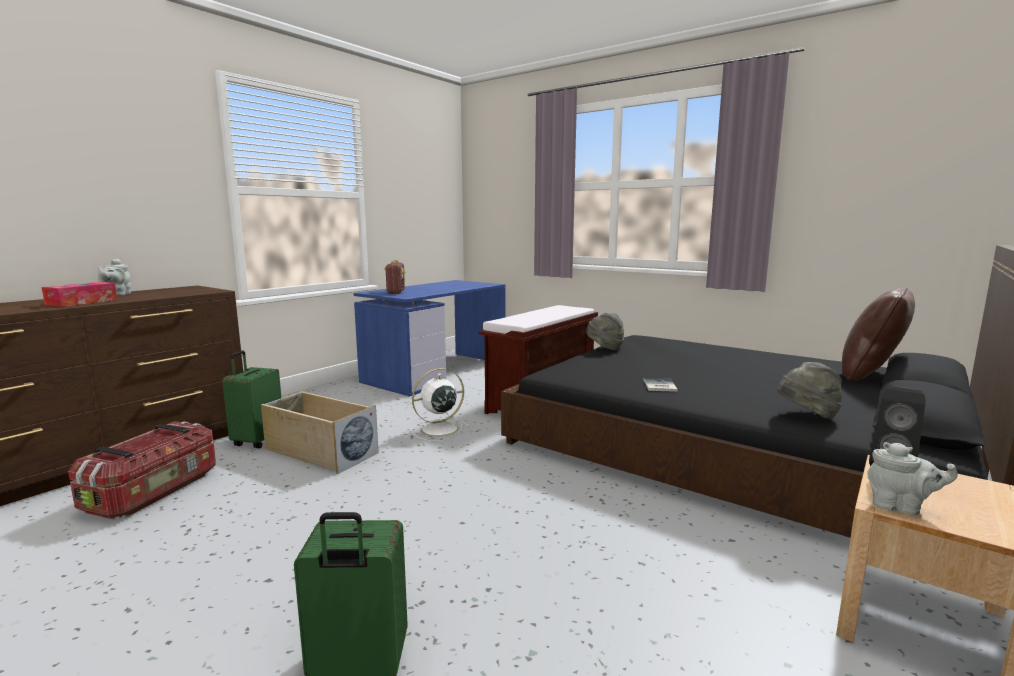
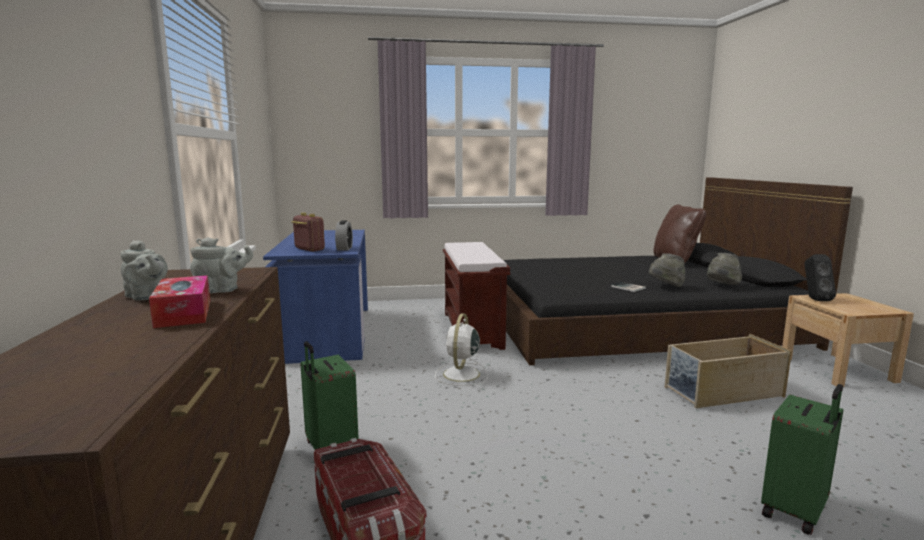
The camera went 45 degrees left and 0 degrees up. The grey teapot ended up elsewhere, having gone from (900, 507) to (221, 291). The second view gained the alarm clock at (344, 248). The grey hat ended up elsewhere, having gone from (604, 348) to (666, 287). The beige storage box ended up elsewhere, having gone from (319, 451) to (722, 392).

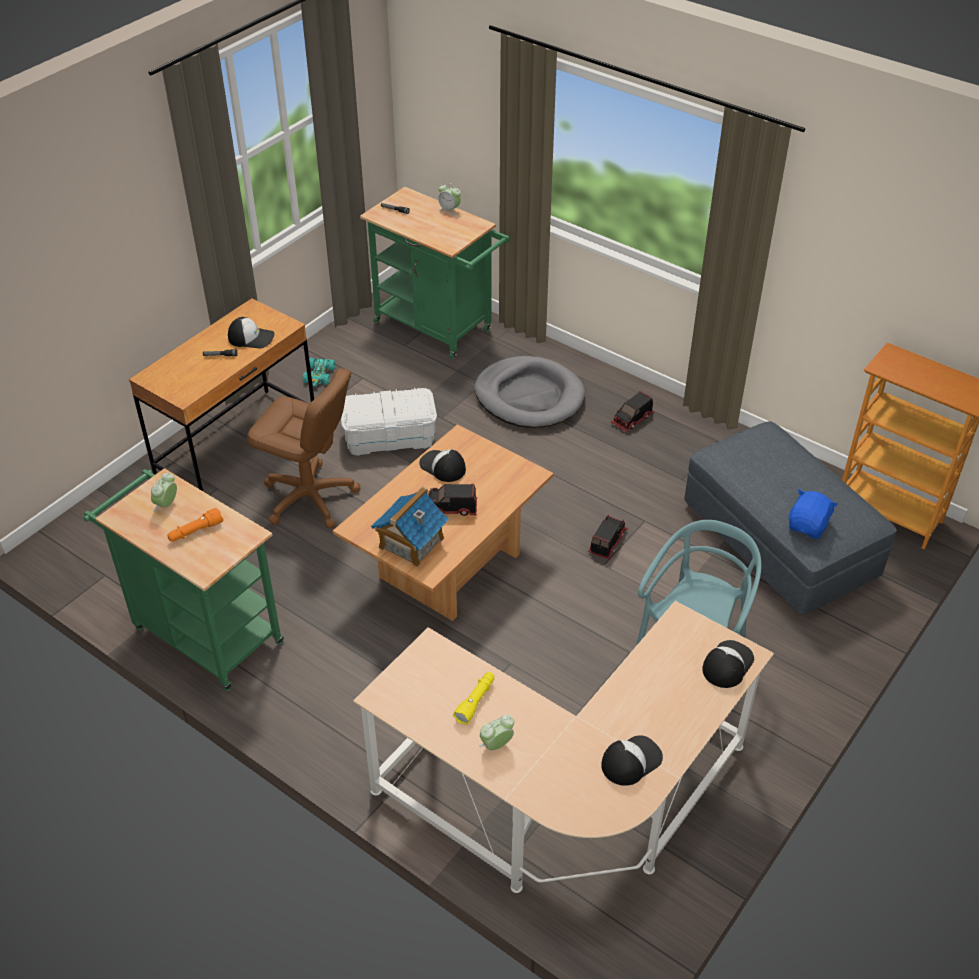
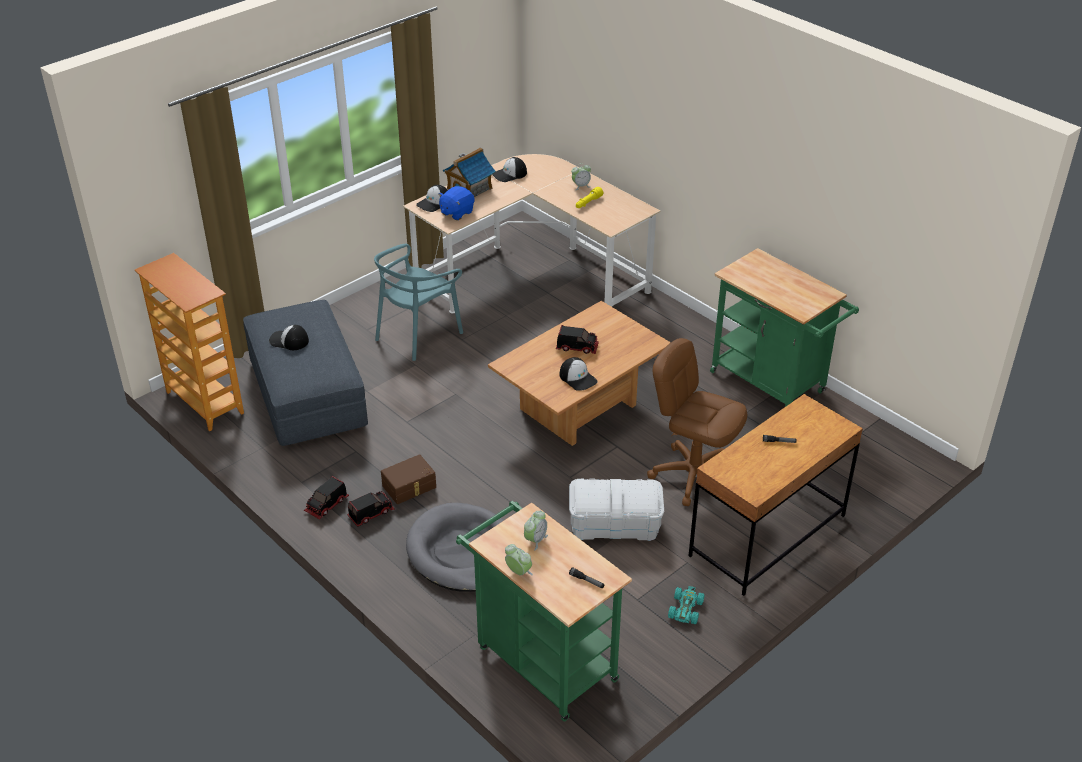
The camera went 170 degrees left and 5 degrees down. The cap ended up elsewhere, having gone from (251, 337) to (289, 341). The toy truck ended up elsewhere, having gone from (606, 541) to (327, 505). The second view gained the brown storage box at (410, 487). The blue plush toy ended up elsewhere, having gone from (808, 526) to (456, 212). The toy house ended up elsewhere, having gone from (411, 543) to (470, 188). The alarm clock ended up elsewhere, having gone from (167, 504) to (535, 540). The second view lost the orange flashlight at (195, 531).

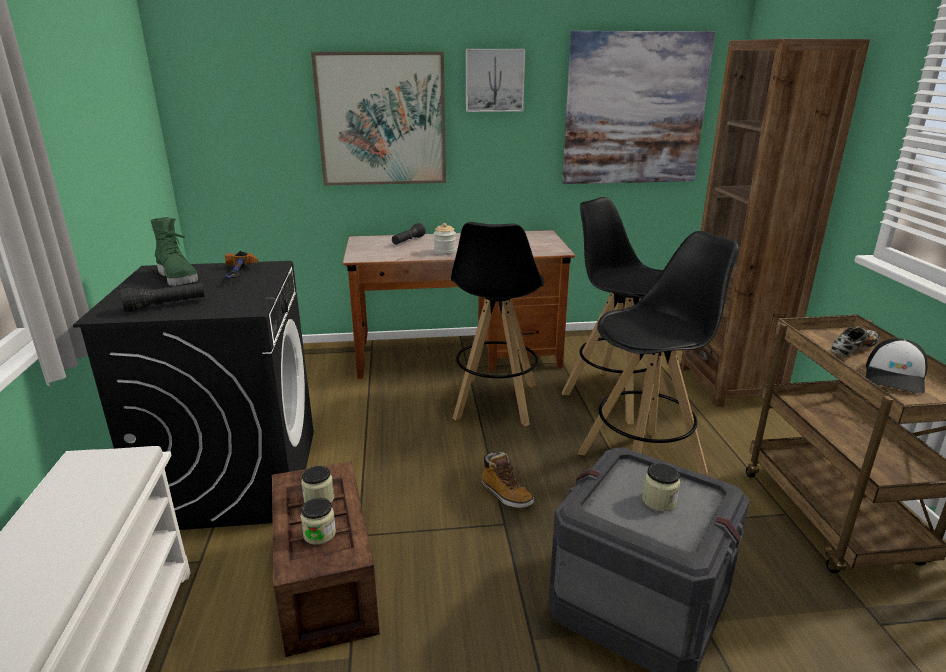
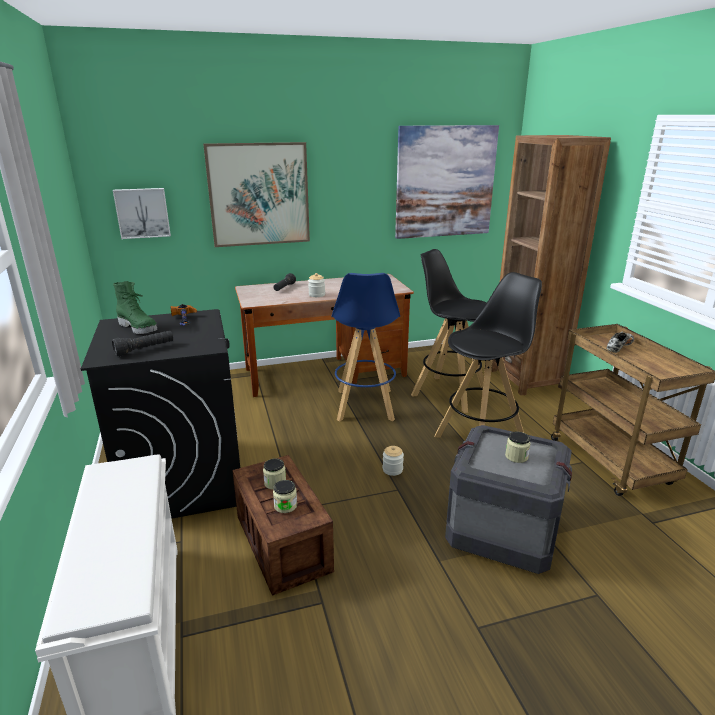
The camera went 10 degrees left and 0 degrees up. The picture ended up elsewhere, having gone from (494, 80) to (142, 213). What was the black stool at (495, 402) turned into the blue stool at (364, 405). Where the boot stood at (505, 494), the jar came to stand at (392, 469). The second view lost the cap at (895, 377).

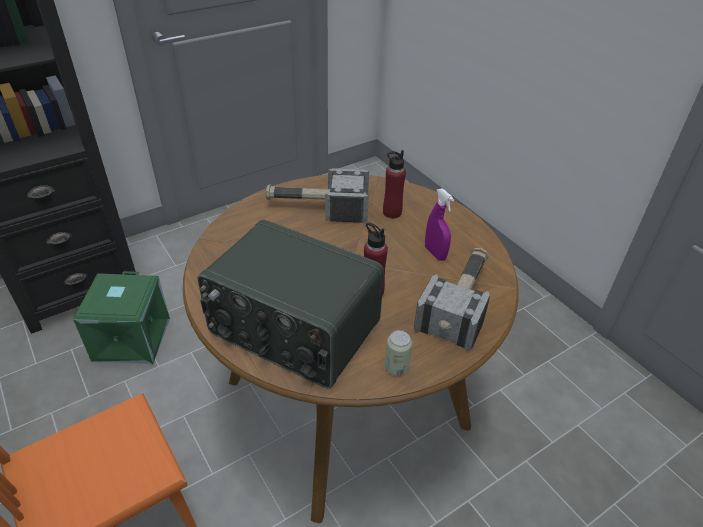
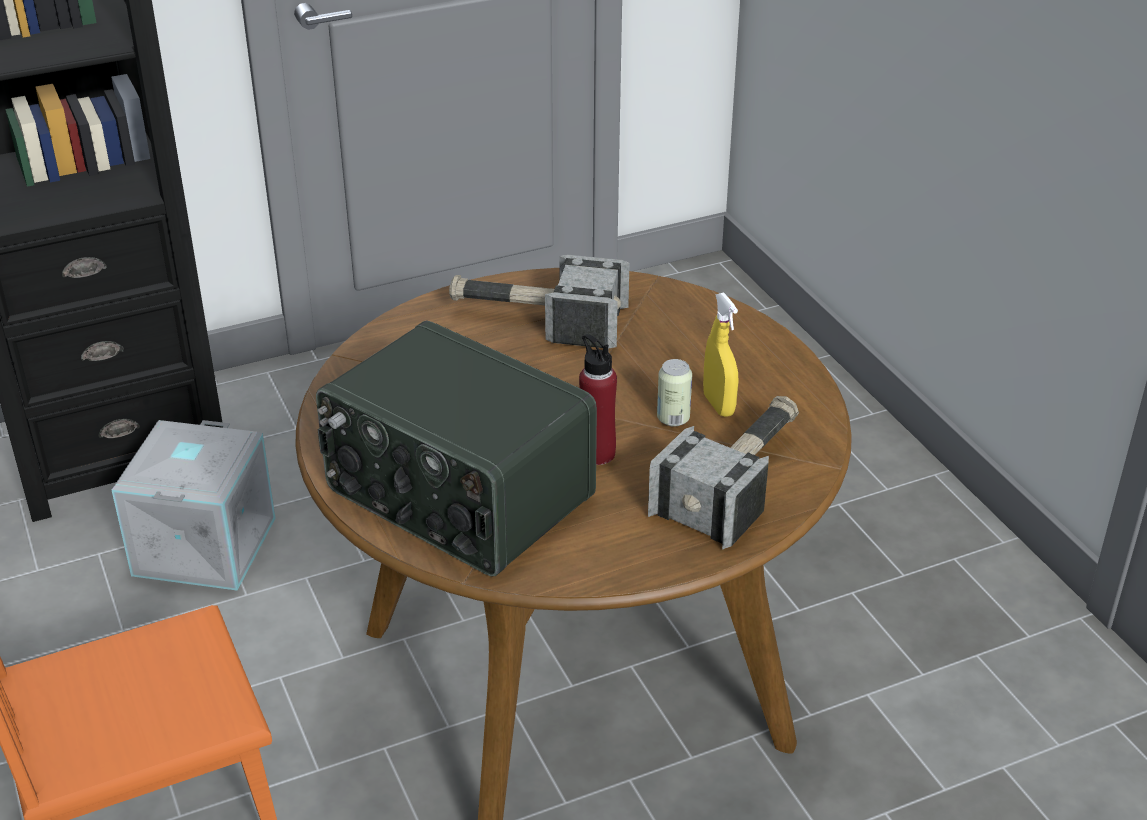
The camera went 10 degrees right and 5 degrees down. What was the green storage box at (130, 338) turned into the grey storage box at (202, 545). The can ended up elsewhere, having gone from (396, 367) to (673, 419). What was the purple spray bottle at (435, 253) turned into the yellow spray bottle at (718, 405). The second view lost the red bottle at (392, 212).

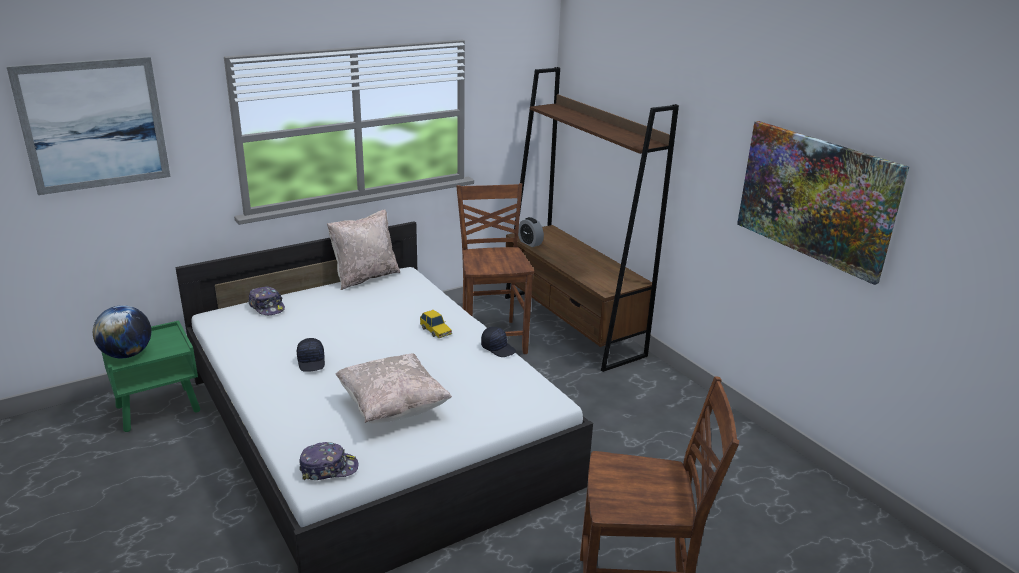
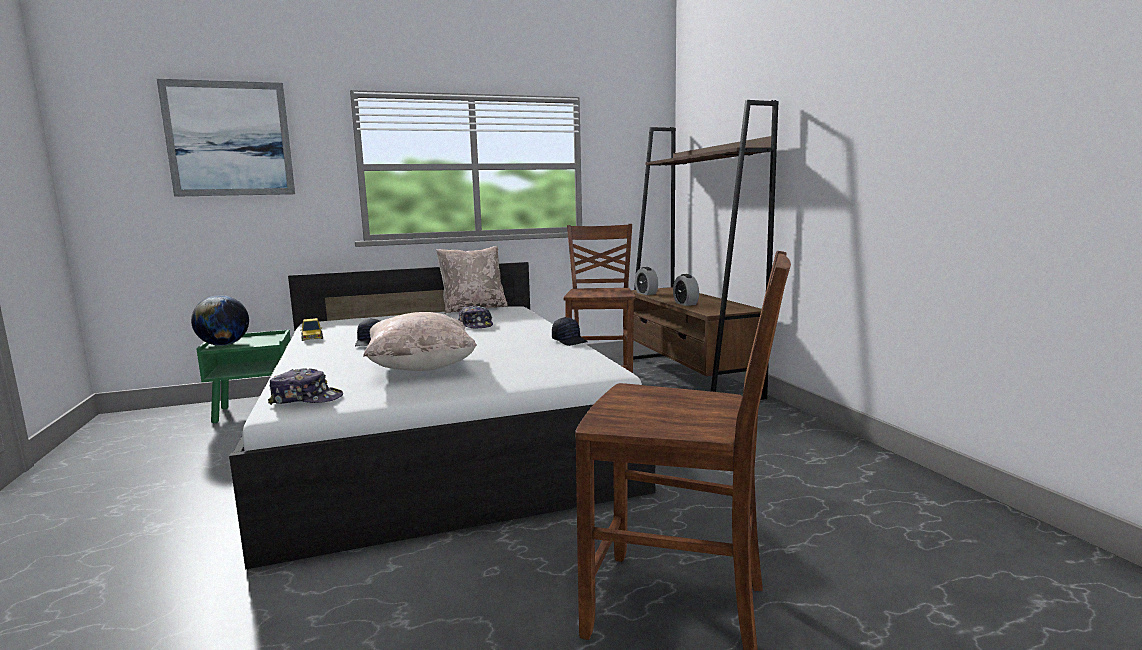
The camera went 15 degrees right and 15 degrees down. The toy car ended up elsewhere, having gone from (436, 330) to (312, 338). The cap ended up elsewhere, having gone from (267, 307) to (476, 325). The second view gained the alarm clock at (685, 303). The second view lost the picture at (815, 198).

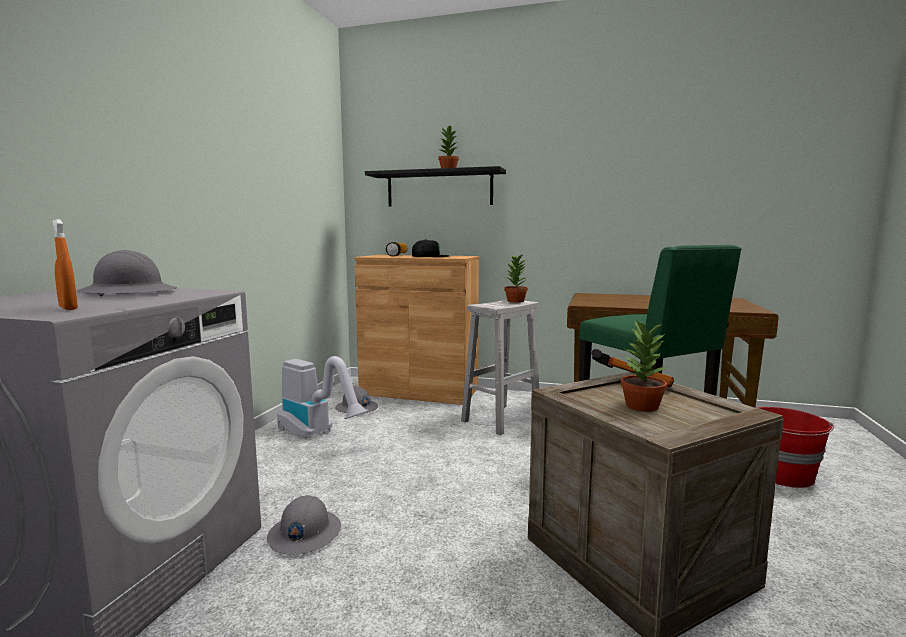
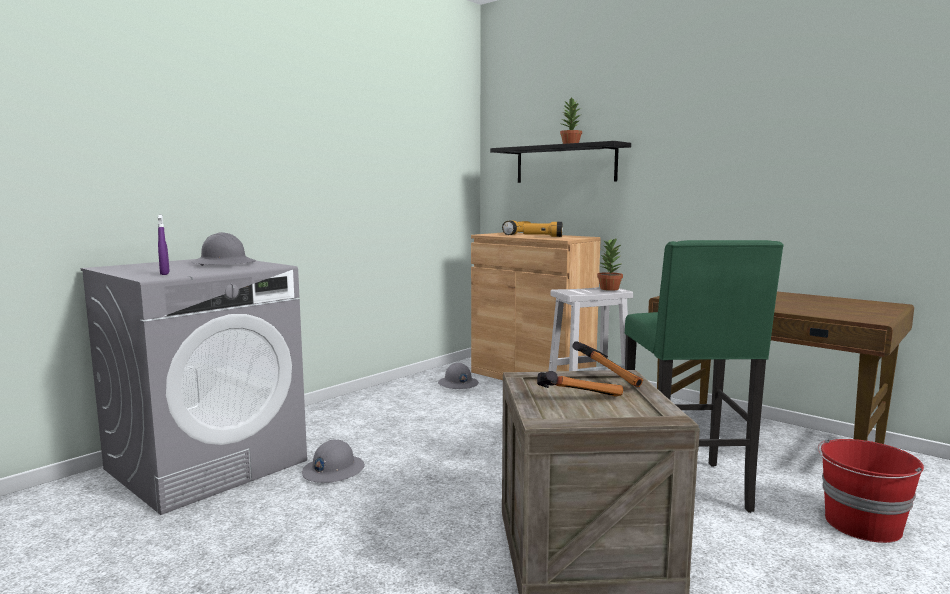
The camera went 25 degrees right and 0 degrees up. What was the orange spray bottle at (68, 308) turned into the purple spray bottle at (165, 274). Where the black cap stood at (429, 256), the flashlight came to stand at (542, 236). Where the potted plant stood at (641, 406), the hammer came to stand at (577, 398). The second view lost the vacuum cleaner at (318, 434).

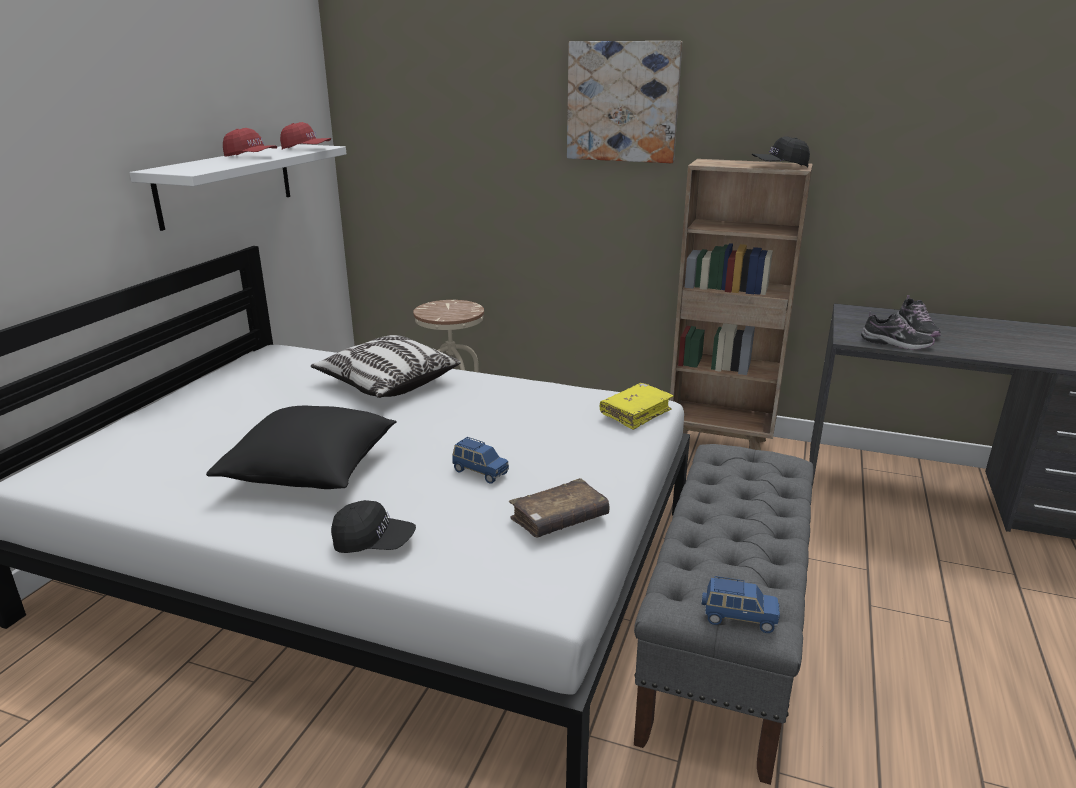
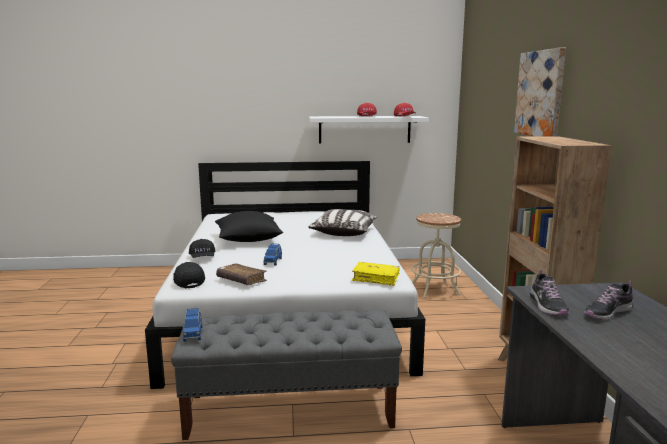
The camera went 65 degrees right and 10 degrees down. The black cap ended up elsewhere, having gone from (780, 166) to (188, 281).

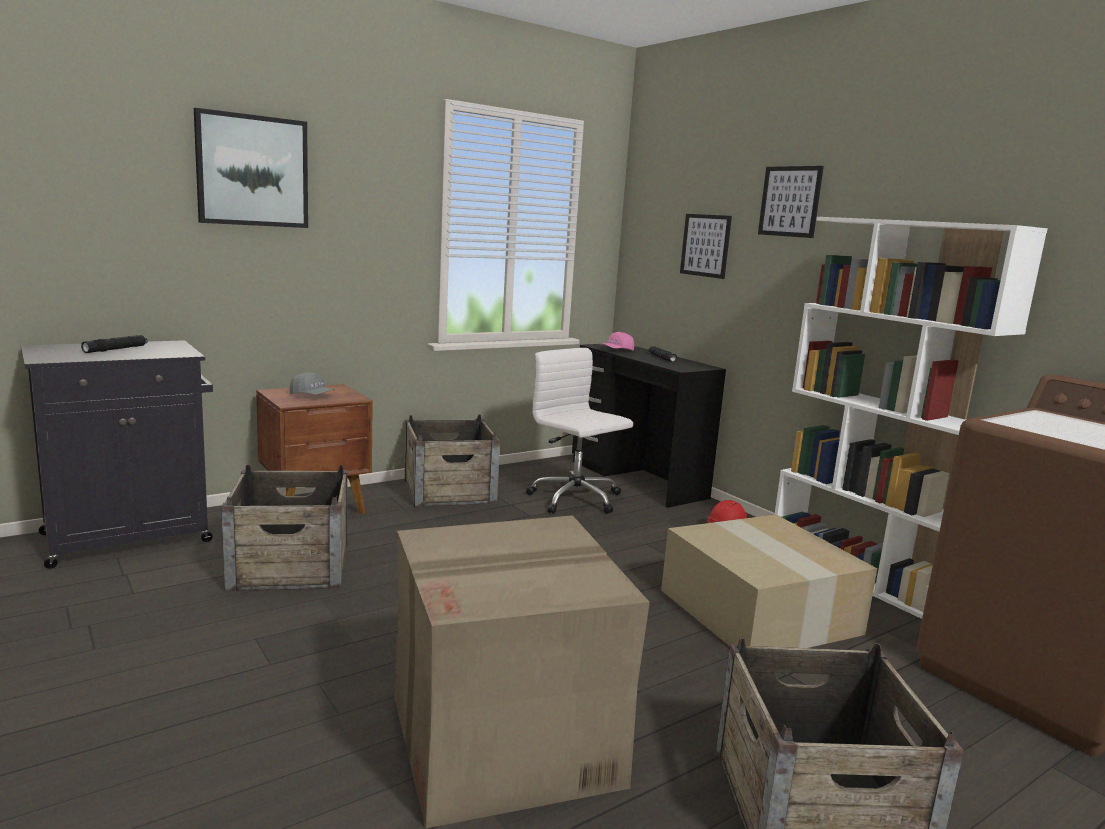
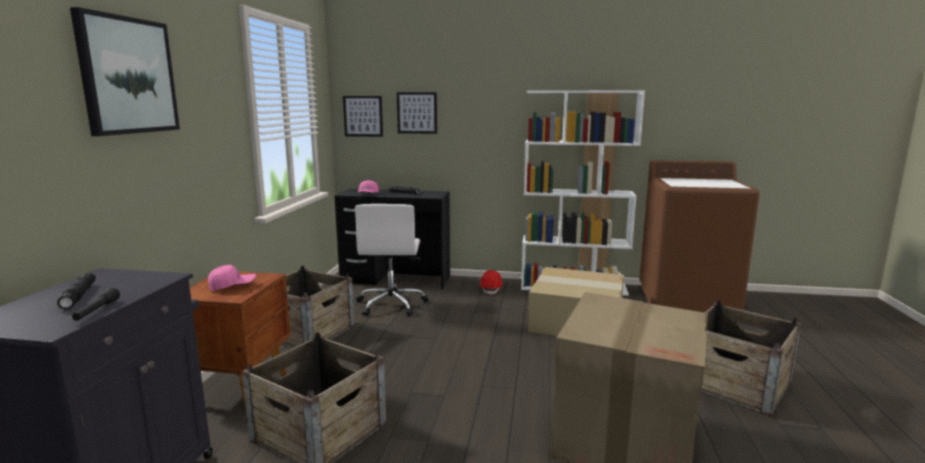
The camera went 45 degrees left and 0 degrees up. The second view gained the black flashlight at (96, 311). What was the grey cap at (312, 396) turned into the pink cap at (232, 286). The picture ended up elsewhere, having gone from (790, 201) to (363, 116). The white office chair at (576, 499) ended up facing another way, 90 degrees counterclockwise from before.

